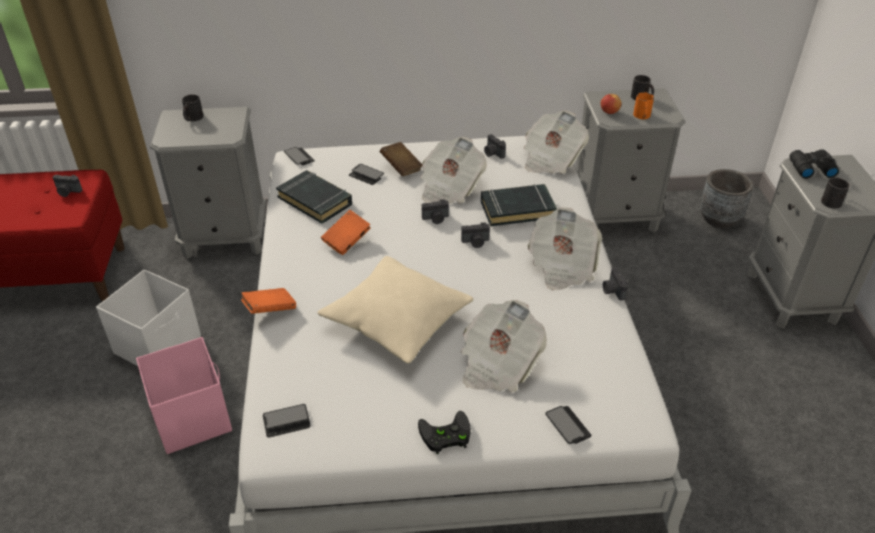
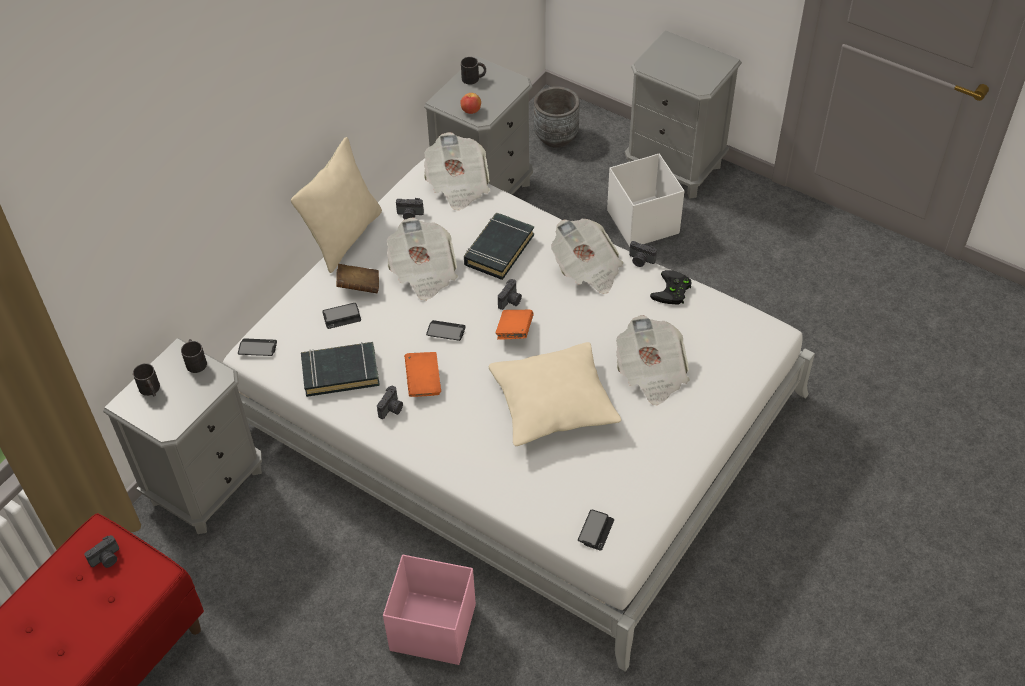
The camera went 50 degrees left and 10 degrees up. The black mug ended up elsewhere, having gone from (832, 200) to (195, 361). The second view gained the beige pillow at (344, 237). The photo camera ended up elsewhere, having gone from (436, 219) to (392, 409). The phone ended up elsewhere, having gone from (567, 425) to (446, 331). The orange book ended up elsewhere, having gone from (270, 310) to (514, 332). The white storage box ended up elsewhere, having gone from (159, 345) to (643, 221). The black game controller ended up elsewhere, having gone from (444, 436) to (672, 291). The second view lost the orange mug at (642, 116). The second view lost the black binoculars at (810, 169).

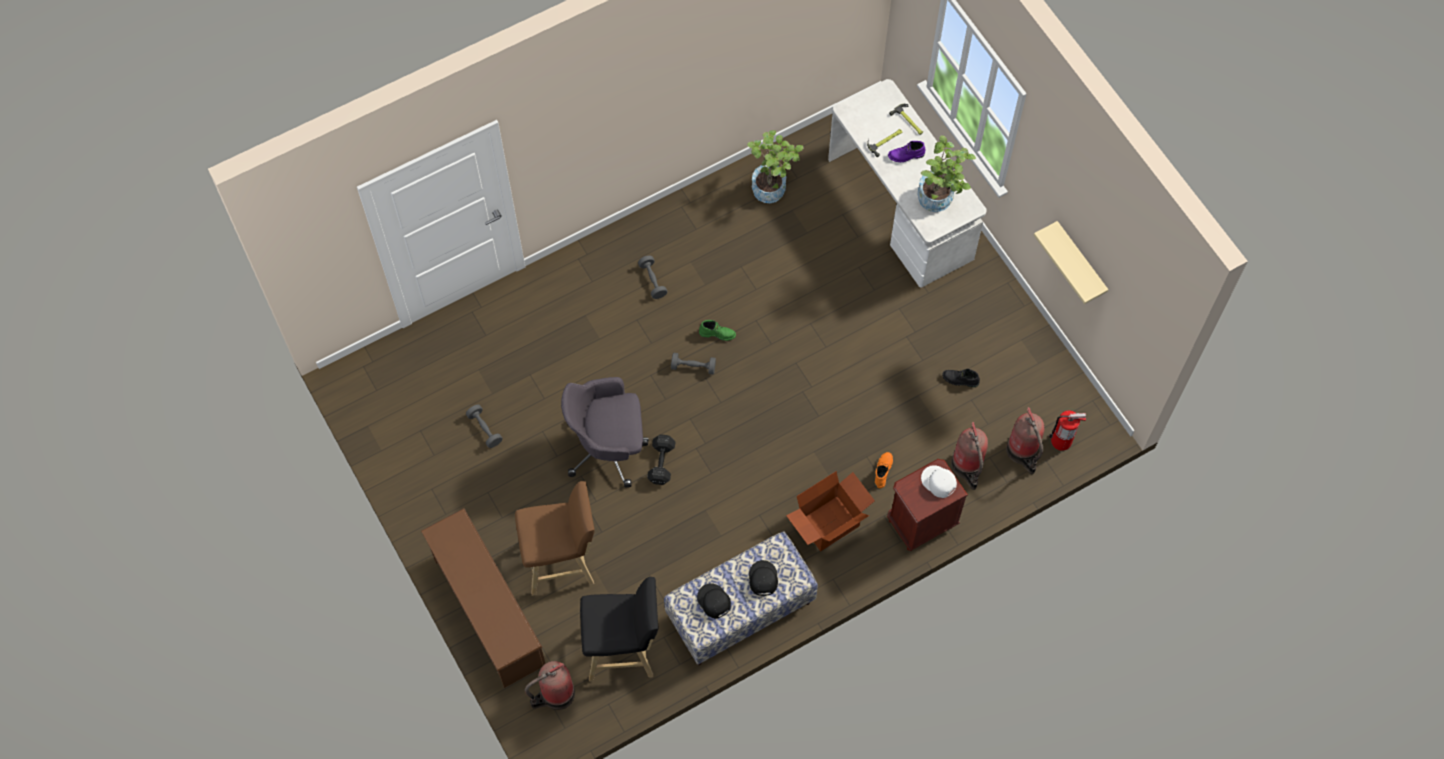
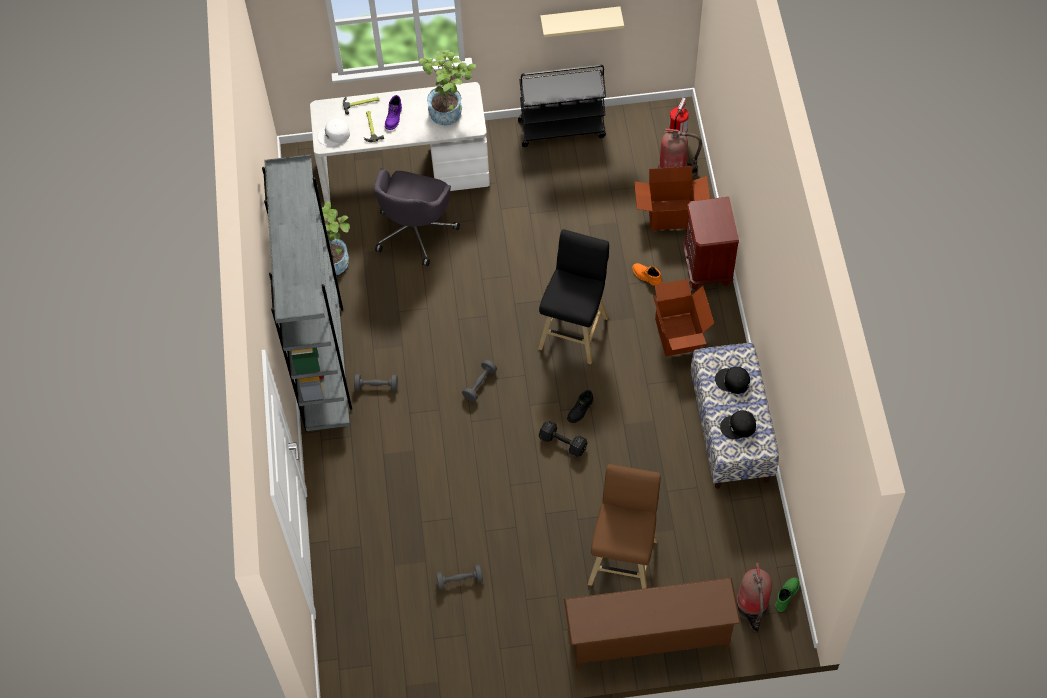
The camera went 65 degrees left and 5 degrees down. The second view gained the grey bookcase at (323, 360). The white cap ended up elsewhere, having gone from (938, 482) to (334, 135). The grey office chair ended up elsewhere, having gone from (608, 447) to (415, 230). The second view gained the black cart at (562, 128). The black stool ended up elsewhere, having gone from (624, 650) to (575, 330). The black boot ended up elsewhere, having gone from (960, 380) to (580, 410). Where the fire extinguisher stood at (967, 467), the cardboard box came to stand at (670, 215). The green boot ended up elsewhere, having gone from (717, 333) to (786, 595).

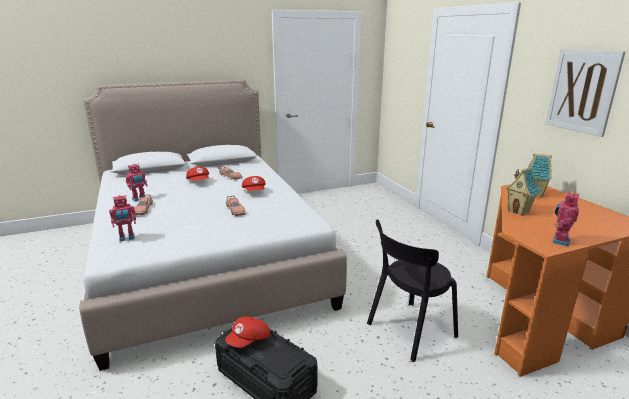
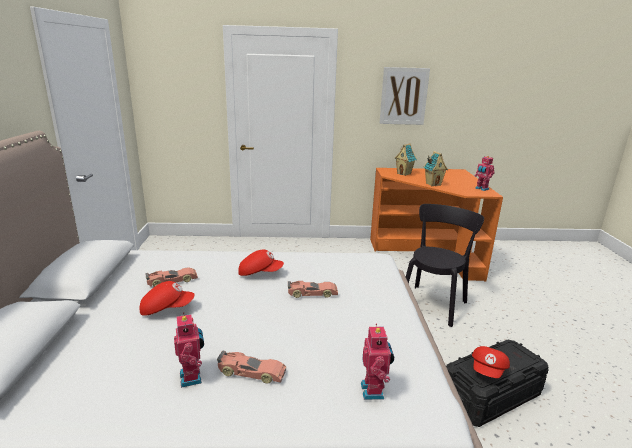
The camera went 70 degrees left and 0 degrees up. The black chair at (408, 331) ended up facing another way, 135 degrees counterclockwise from before. The red cap at (249, 341) ended up facing another way, 60 degrees clockwise from before.

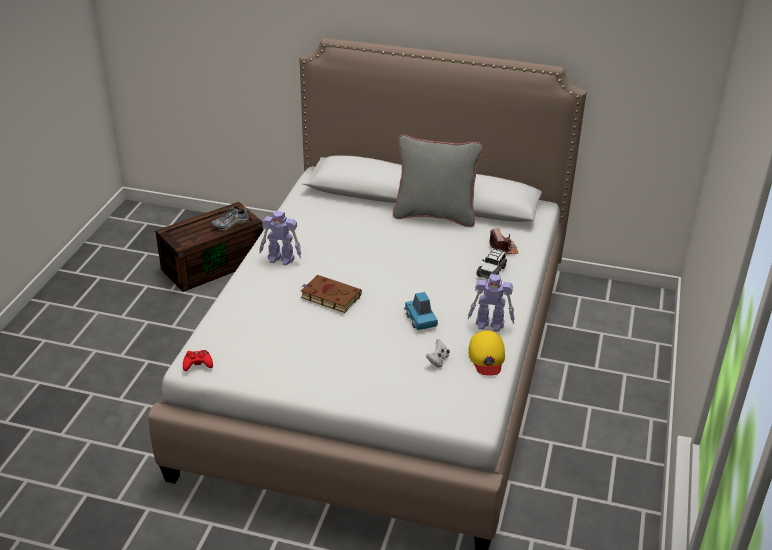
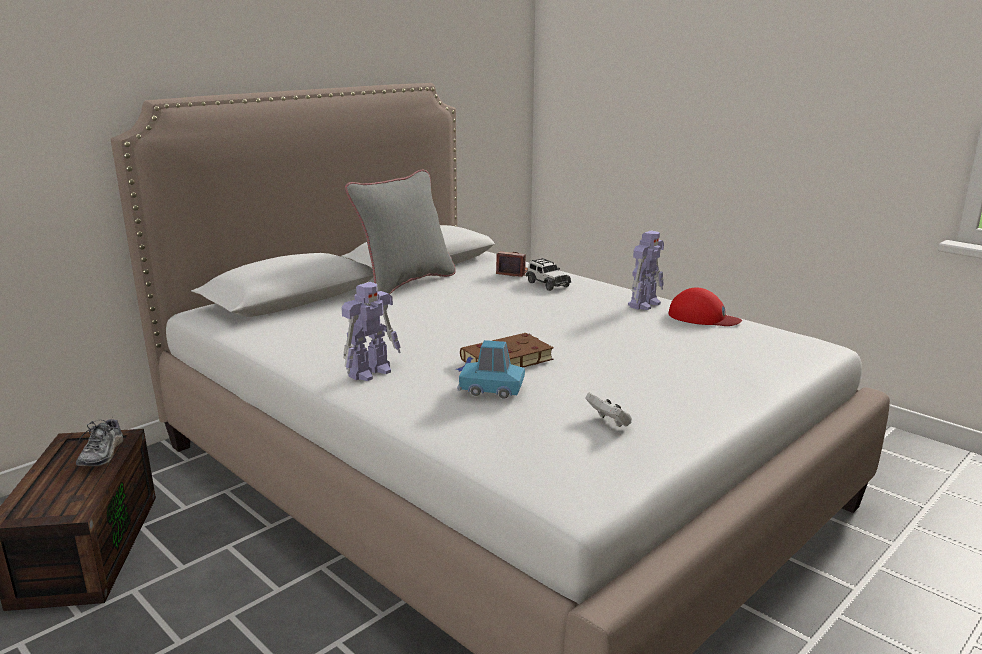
The camera went 60 degrees left and 15 degrees down. The blue toy car ended up elsewhere, having gone from (420, 319) to (491, 389). The white game controller ended up elsewhere, having gone from (438, 360) to (609, 422). What was the yellow cap at (486, 357) turned into the red cap at (703, 317). The second view lost the red game controller at (198, 364).

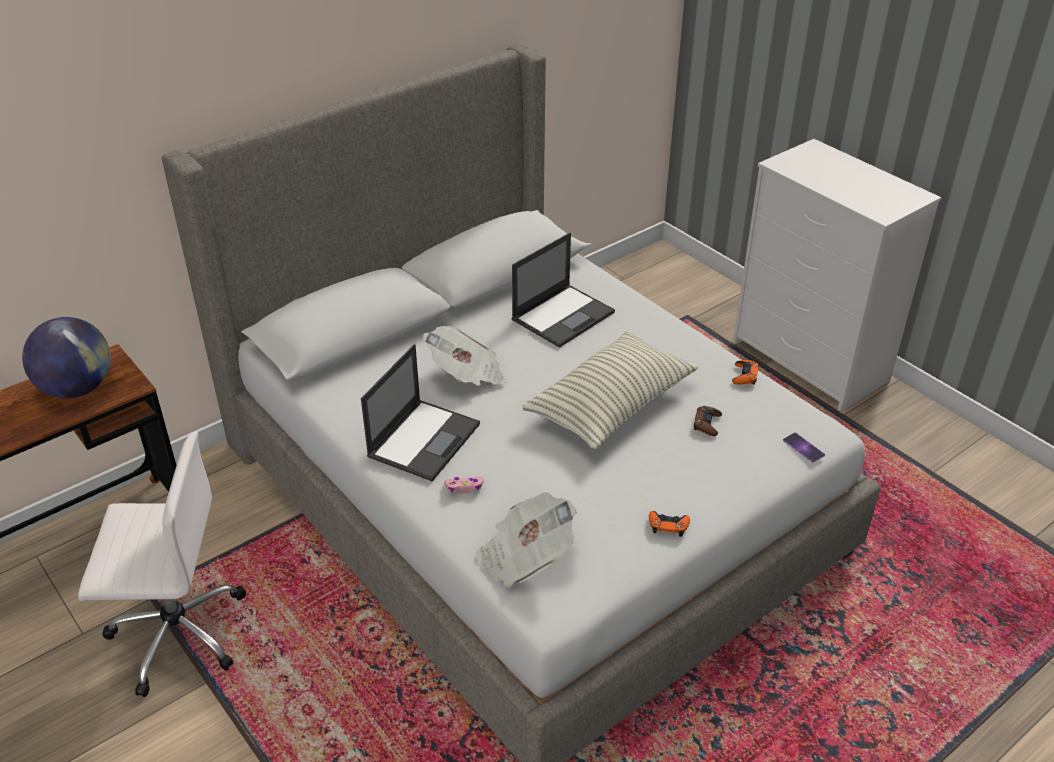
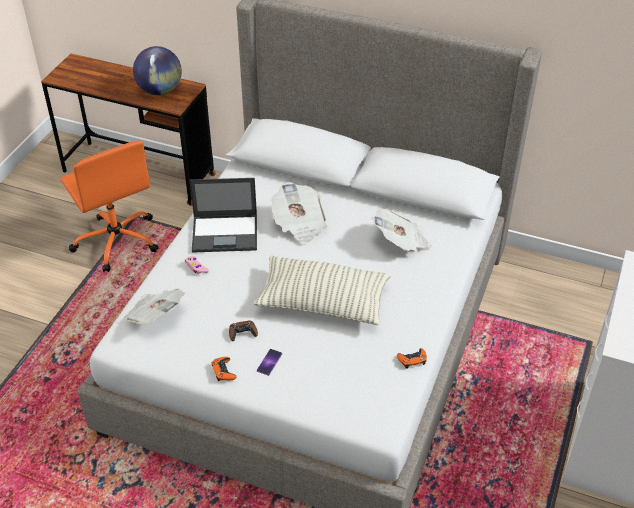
The camera went 60 degrees right and 5 degrees up. What was the white office chair at (176, 632) turned into the orange office chair at (116, 240). The brown game controller ended up elsewhere, having gone from (707, 424) to (242, 333). The phone ended up elsewhere, having gone from (803, 447) to (269, 362). Where the laptop stood at (563, 315), the newspaper came to stand at (401, 242).

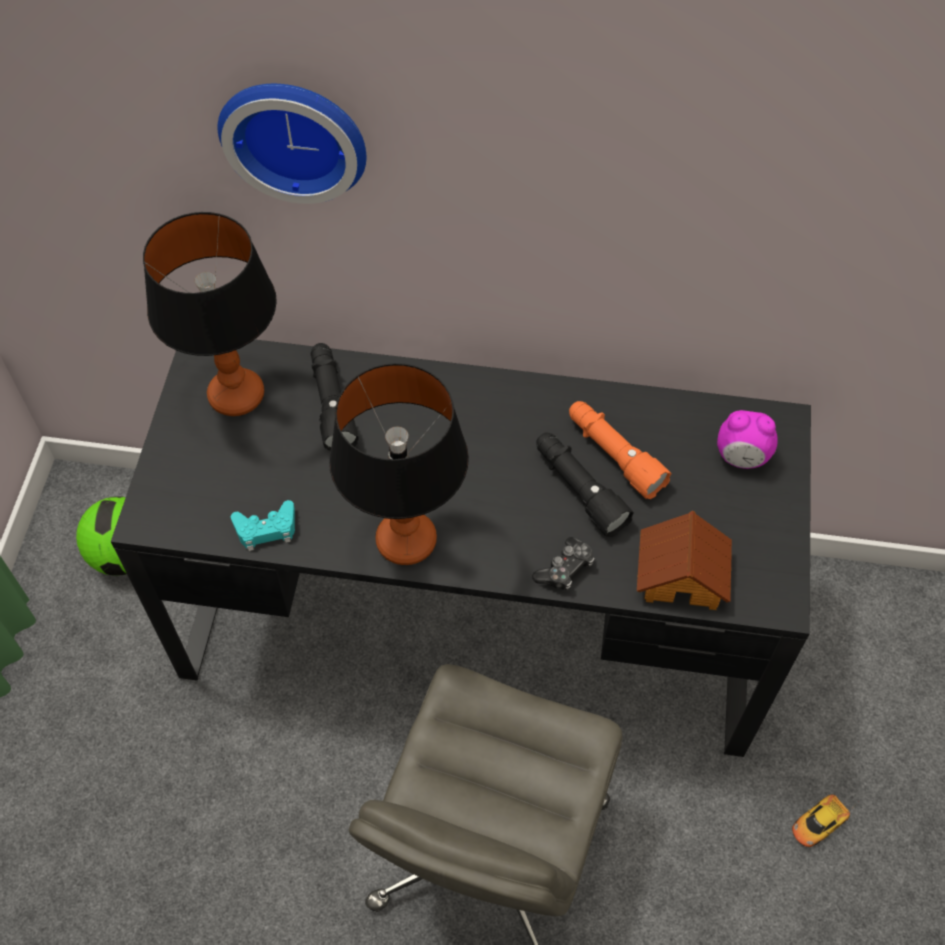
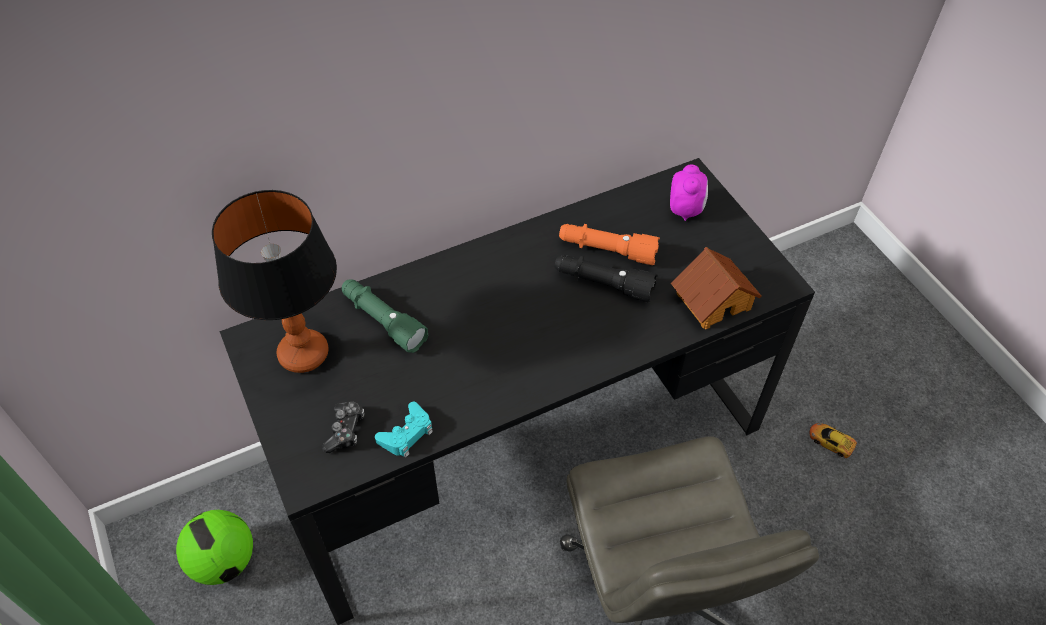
The camera went 35 degrees left and 5 degrees down. The game controller ended up elsewhere, having gone from (565, 569) to (345, 430). What was the black flashlight at (331, 403) turned into the green flashlight at (383, 321). The alarm clock at (741, 457) ended up facing another way, 60 degrees counterclockwise from before. The toy car at (818, 823) ended up facing another way, 105 degrees clockwise from before. The second view lost the wall clock at (295, 134). The second view lost the table lamp at (407, 540).

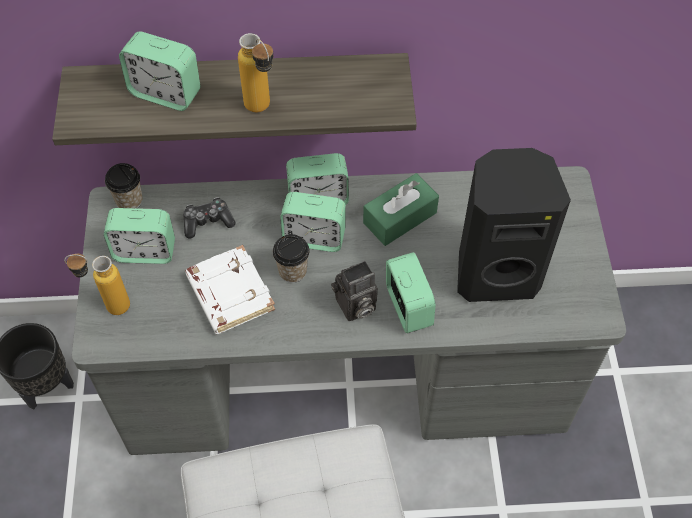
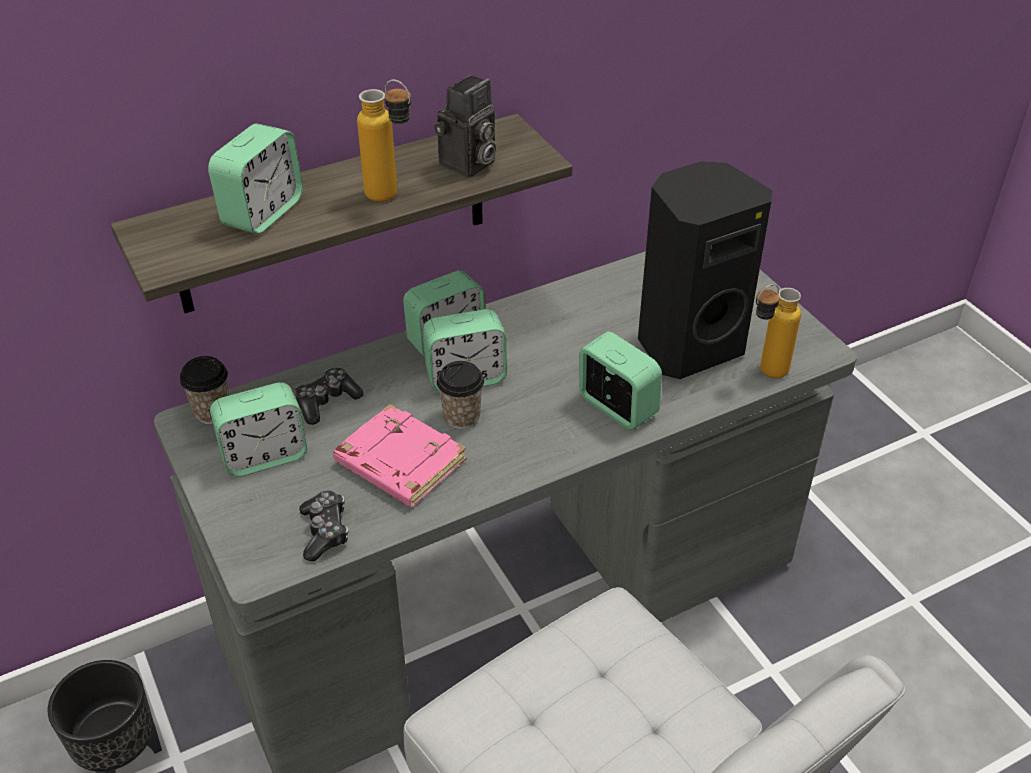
The camera went 25 degrees left and 15 degrees down. The alarm clock at (165, 93) ended up facing another way, 60 degrees counterclockwise from before. The second view gained the game controller at (325, 531). What was the white book at (229, 293) turned into the pink book at (398, 463). The photo camera ended up elsewhere, having gone from (354, 307) to (468, 165). The bottle ended up elsewhere, having gone from (108, 306) to (764, 374). The second view lost the green tissue box at (400, 217).

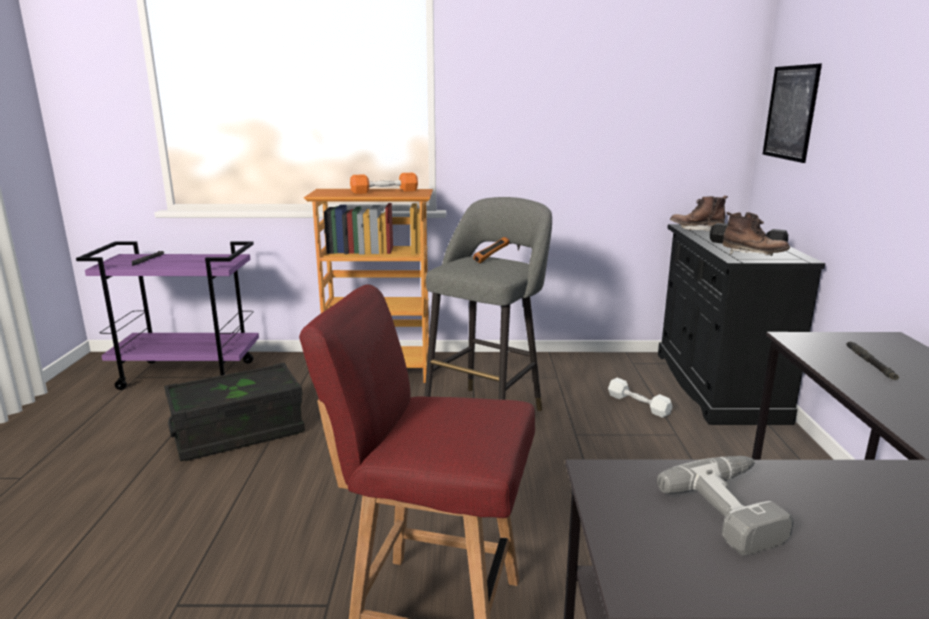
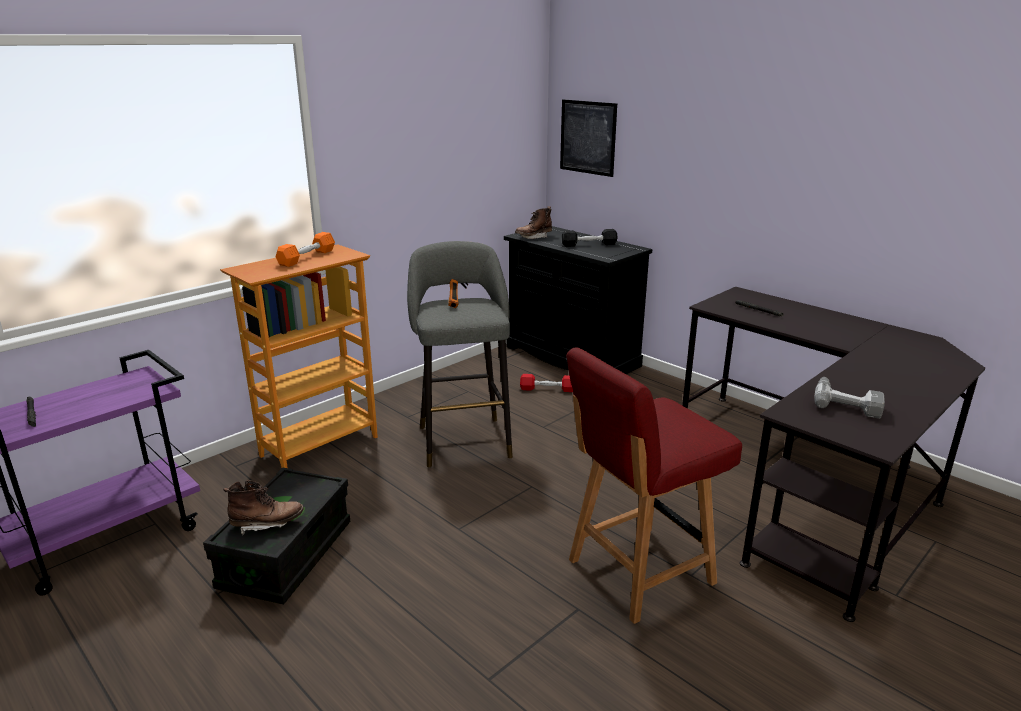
The camera went 45 degrees left and 5 degrees up. The brown boot ended up elsewhere, having gone from (753, 255) to (267, 524). What was the white dumbbell at (638, 404) turned into the red dumbbell at (548, 389).

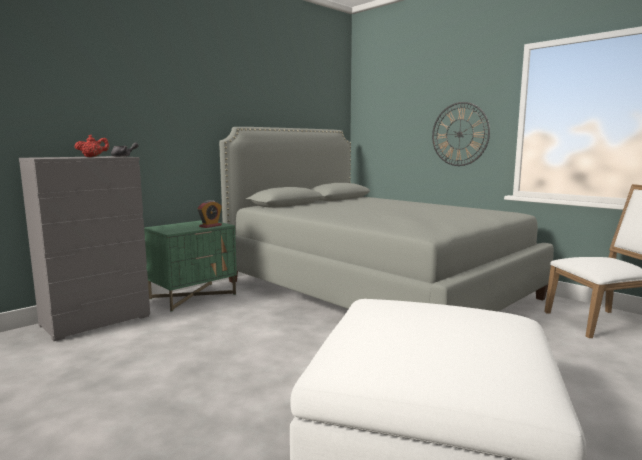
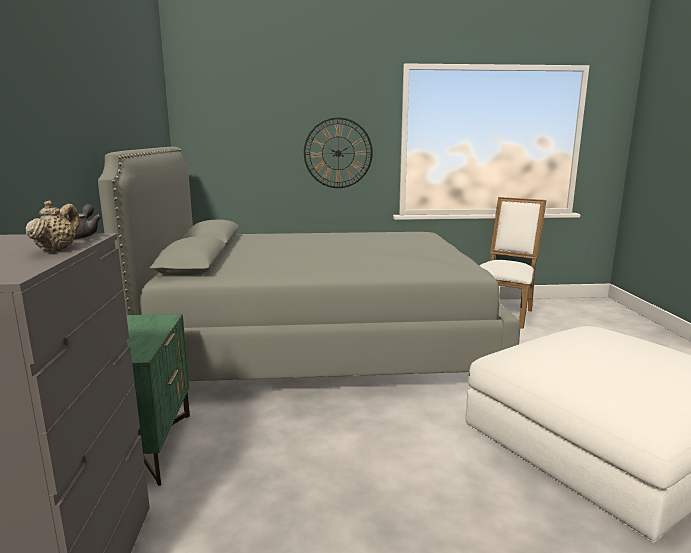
The camera went 50 degrees left and 5 degrees up. What was the red teapot at (93, 157) turned into the beige teapot at (57, 249). The second view lost the alarm clock at (210, 226).

